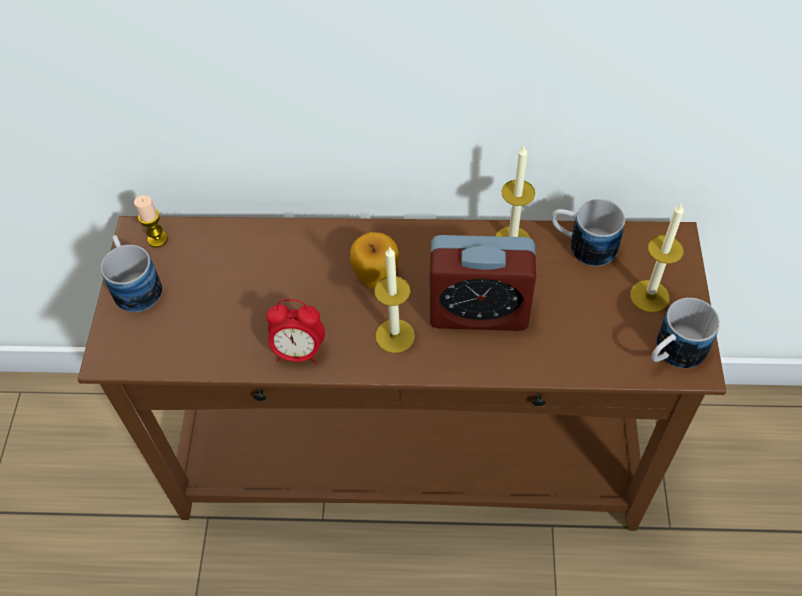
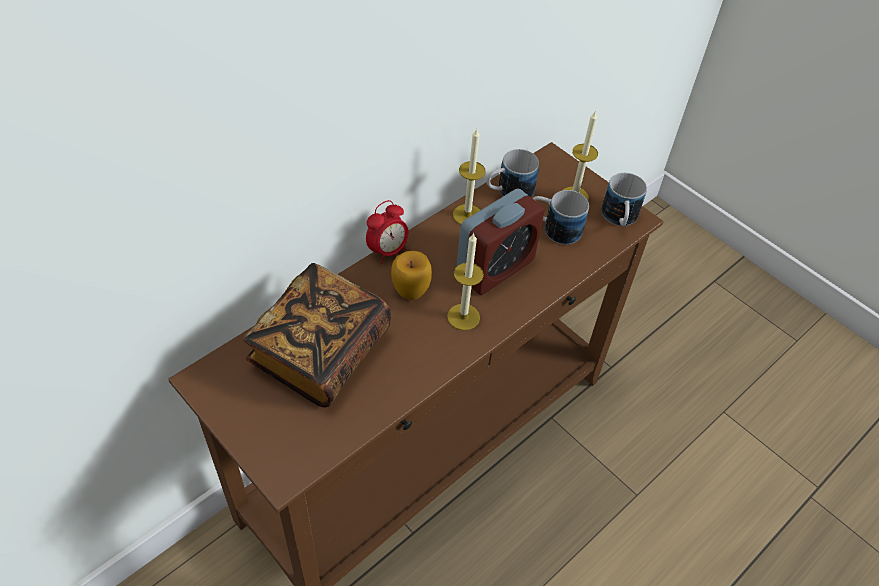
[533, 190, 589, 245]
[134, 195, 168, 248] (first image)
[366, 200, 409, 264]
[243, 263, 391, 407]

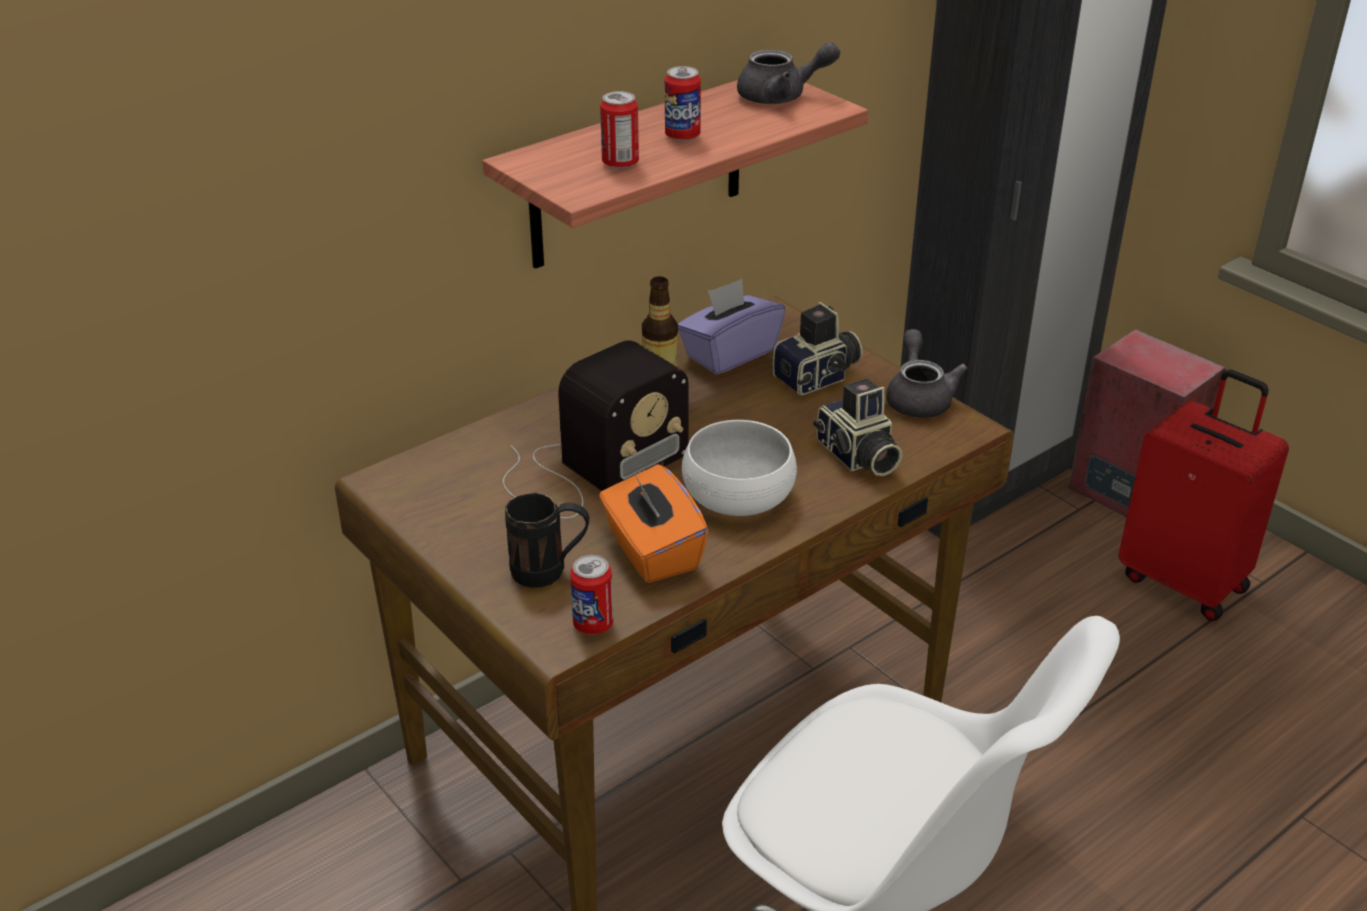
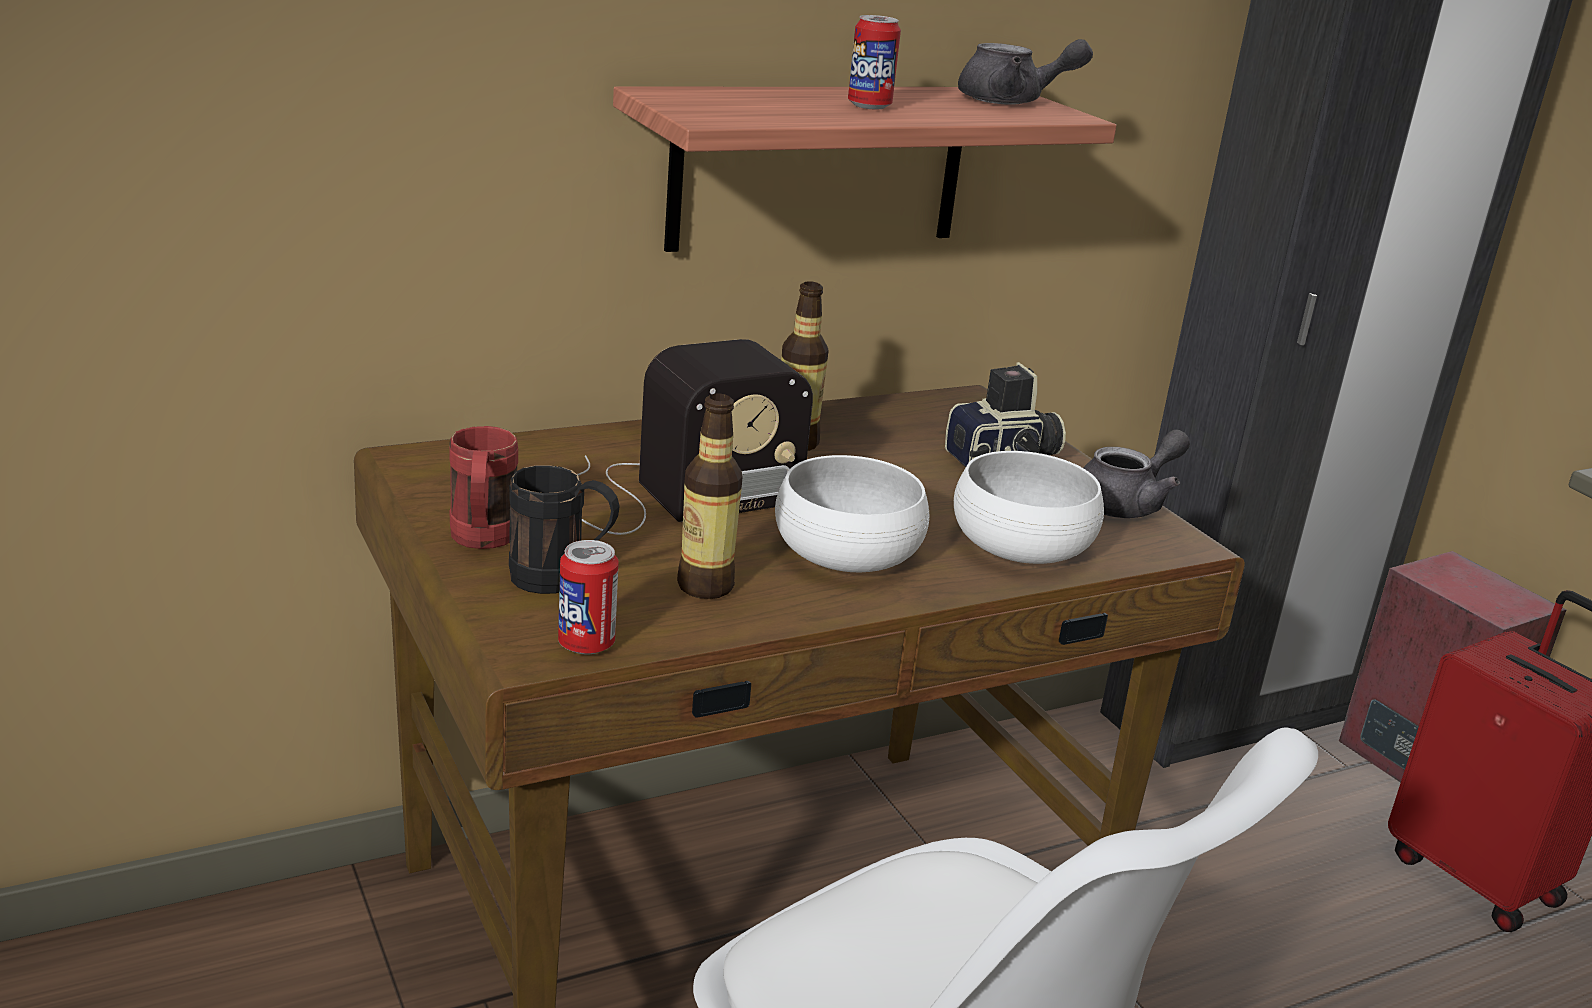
[677, 394, 743, 599]
[600, 91, 639, 169] (first image)
[678, 279, 786, 374] (first image)
[954, 451, 1104, 564]
[1083, 429, 1190, 518]
[449, 426, 518, 549]

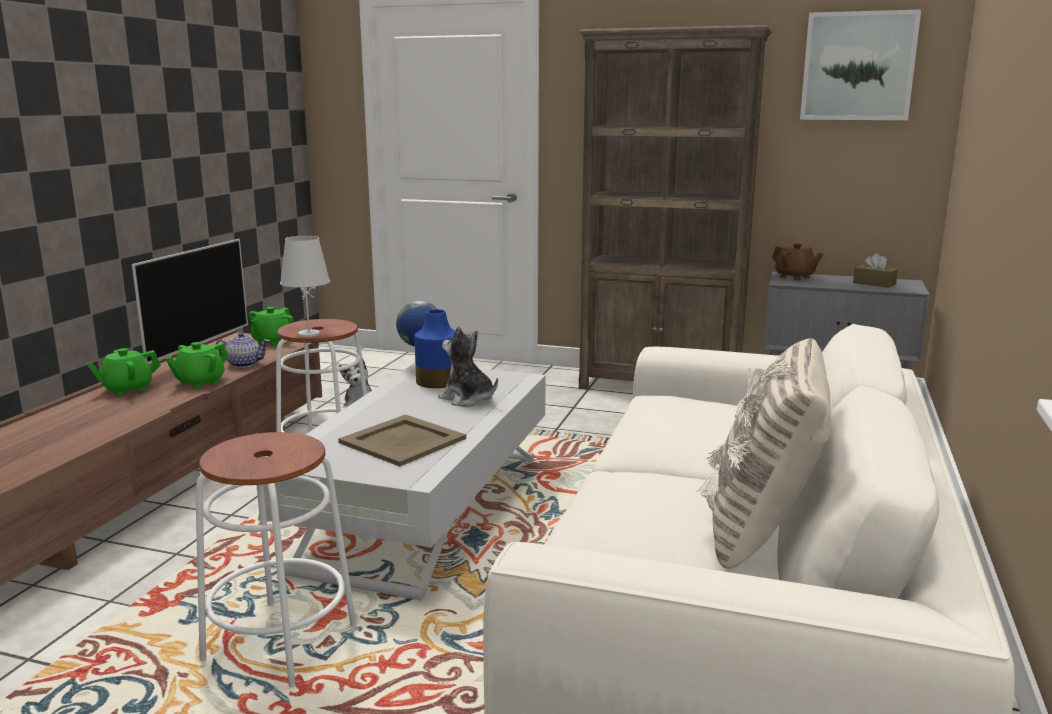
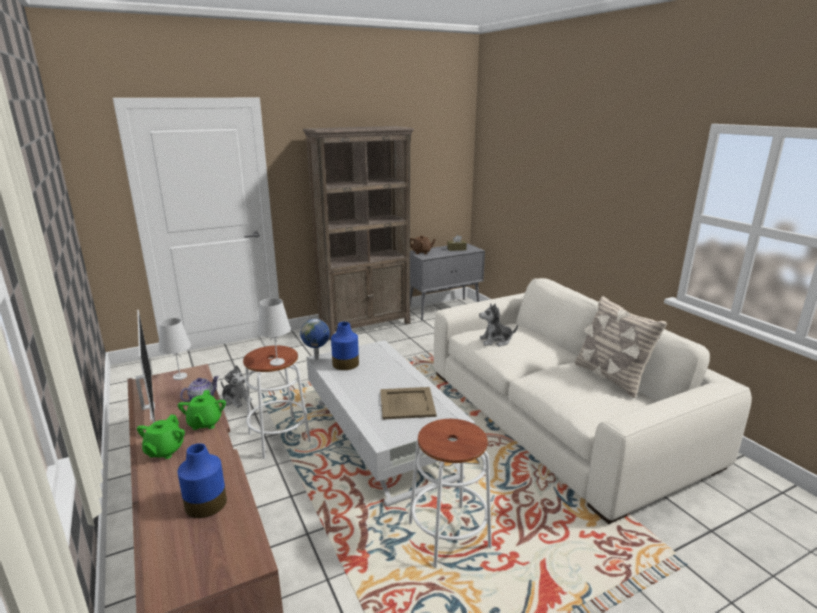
[158, 318, 191, 380]
[479, 303, 518, 346]
[800, 10, 921, 120] (first image)
[177, 443, 227, 518]

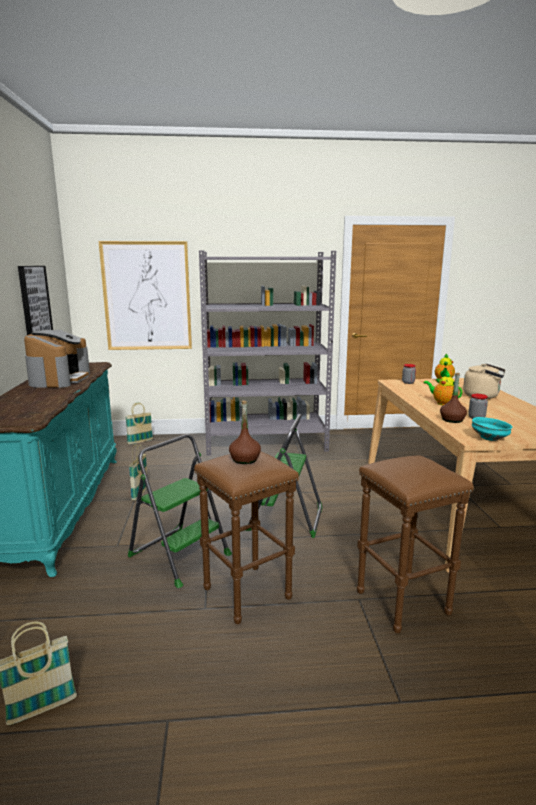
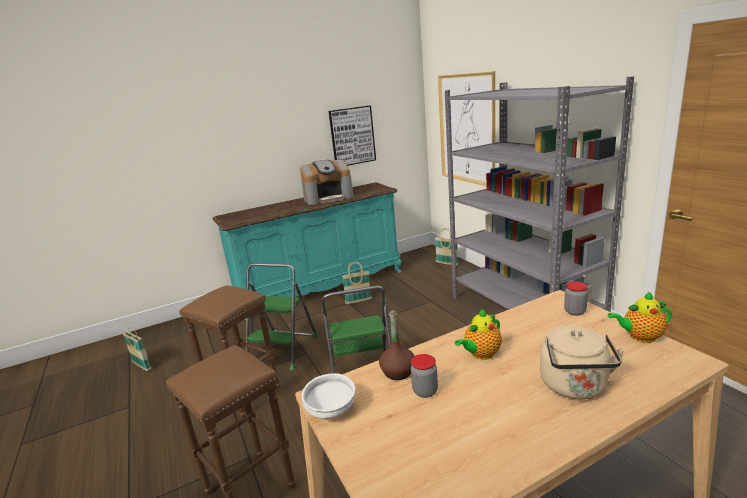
[229, 401, 261, 464] (first image)
[455, 309, 502, 360]
[301, 373, 355, 419]

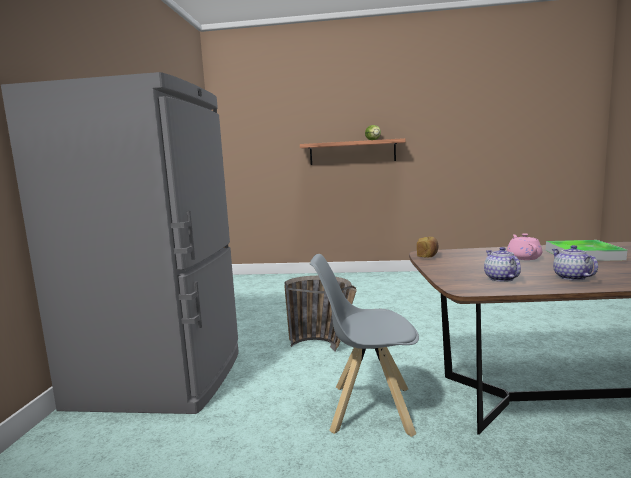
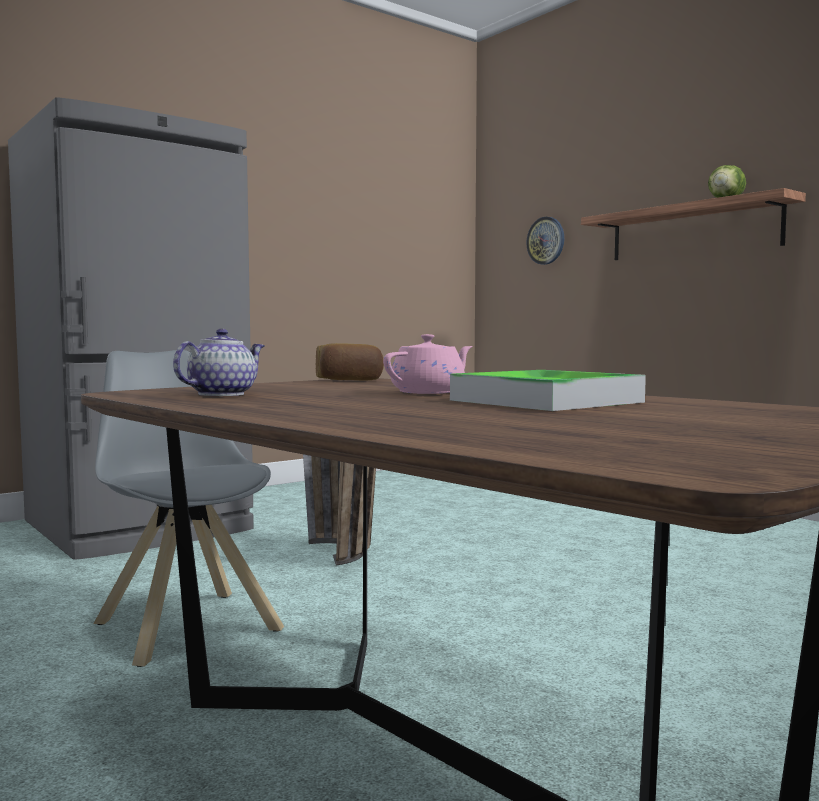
[552, 245, 598, 281] (first image)
[526, 217, 564, 265]

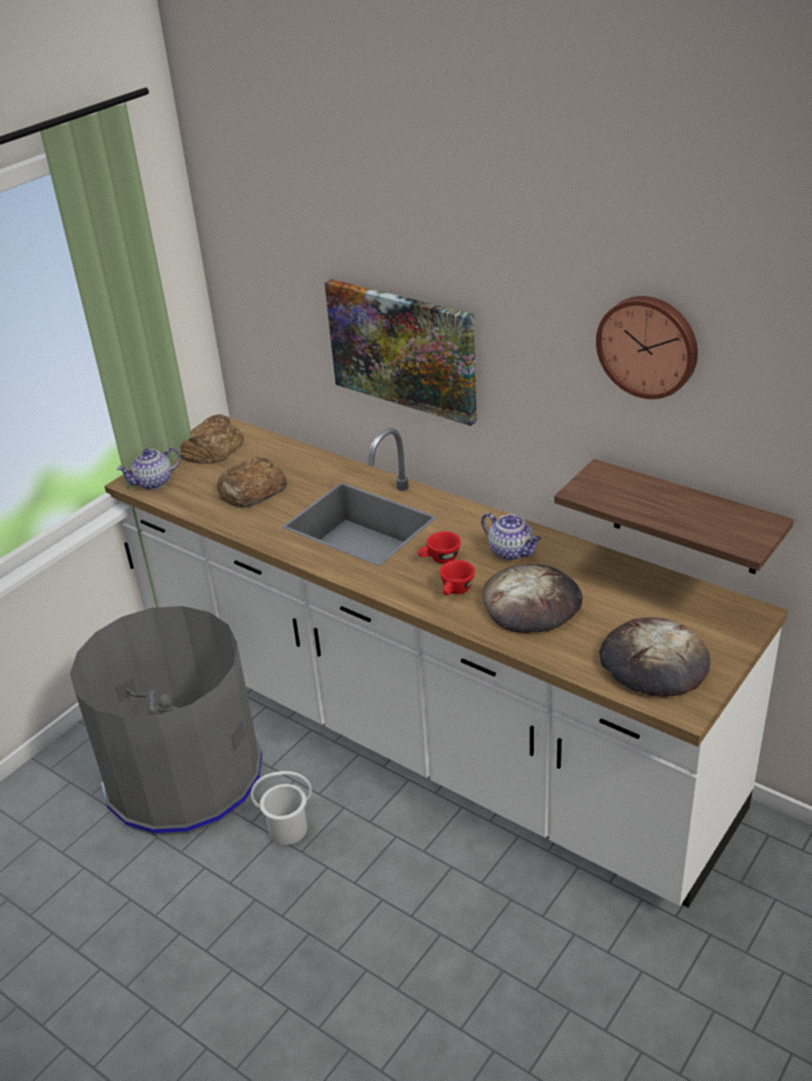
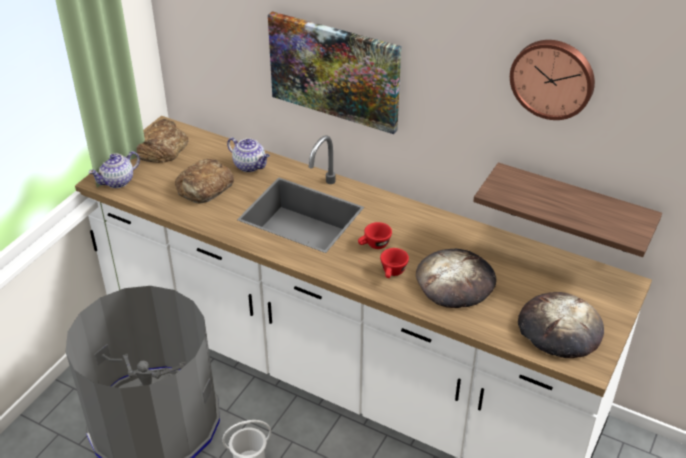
[227, 137, 270, 172]

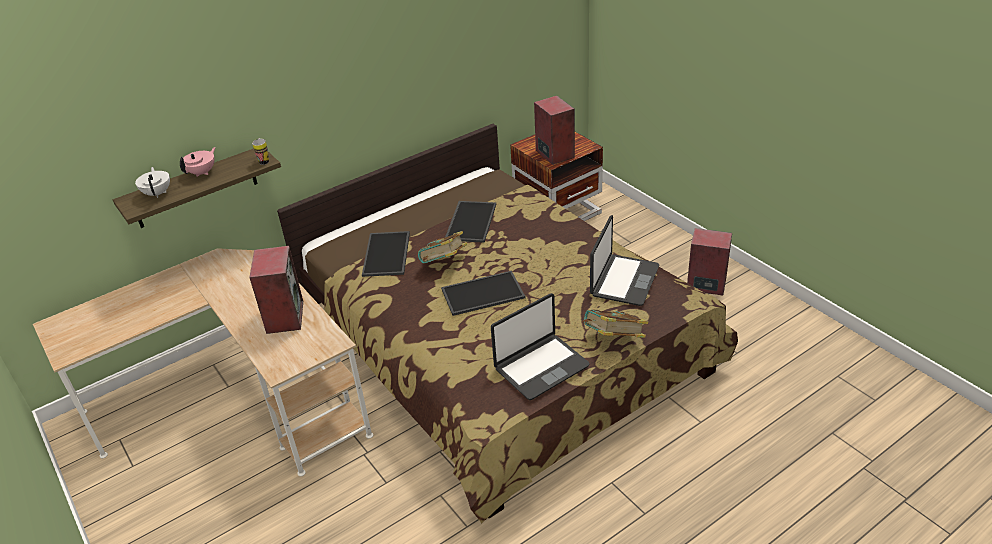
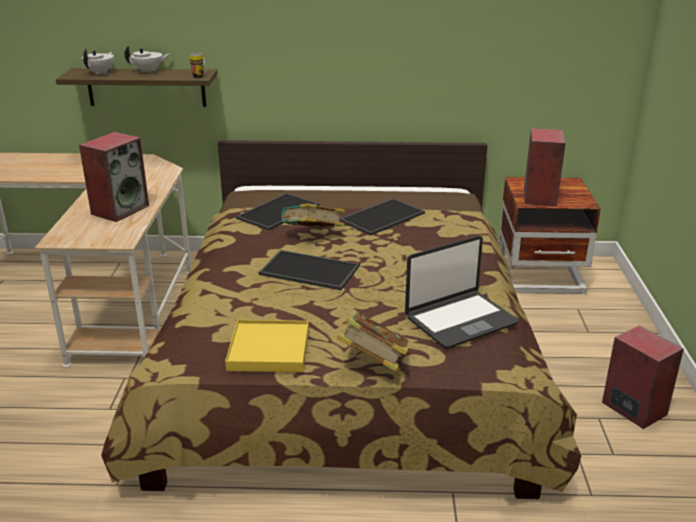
[125, 46, 170, 73]
[225, 320, 309, 372]

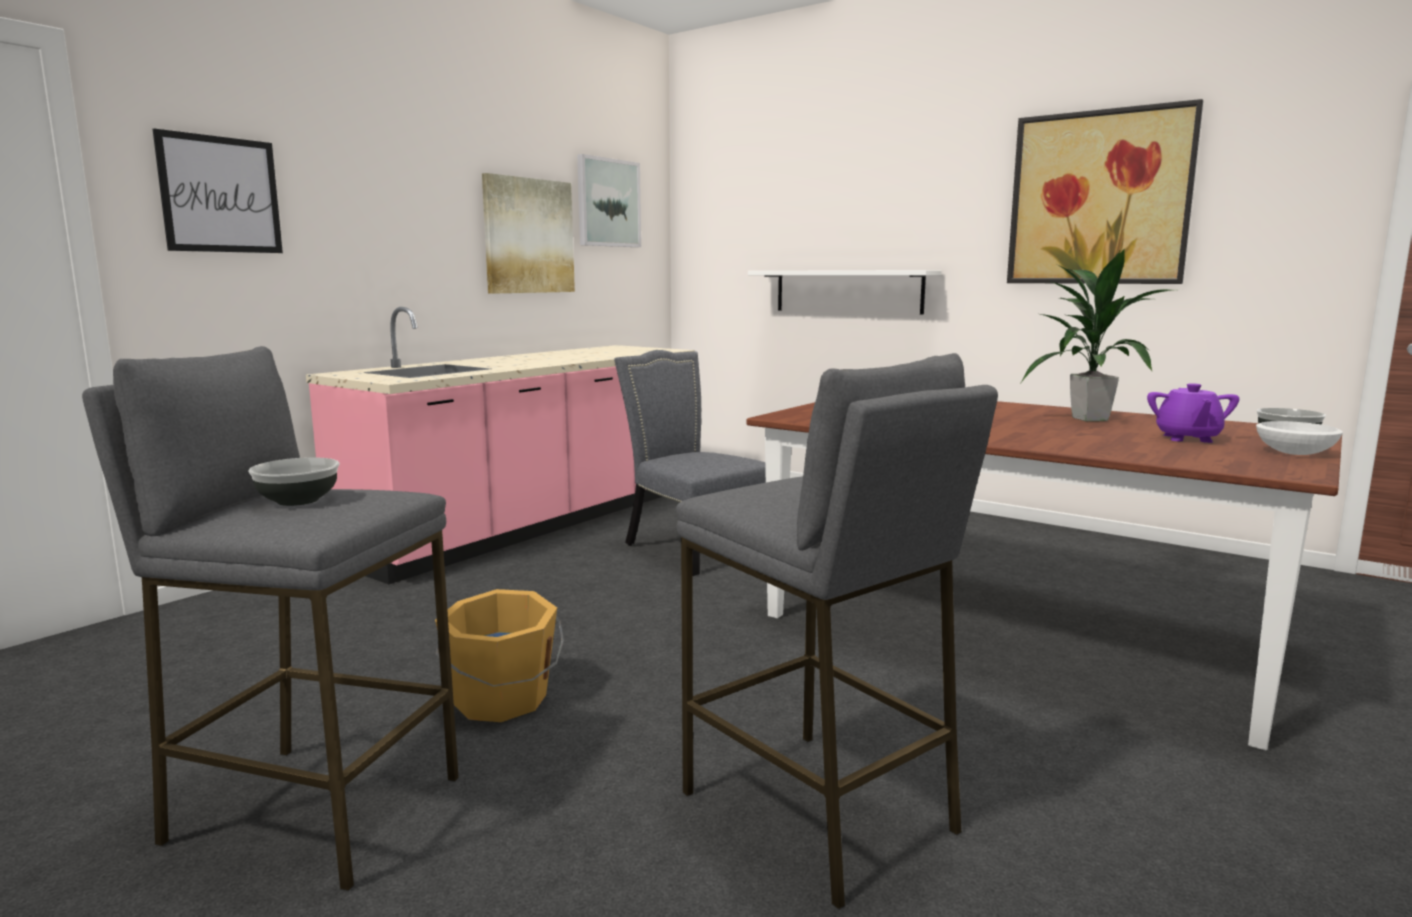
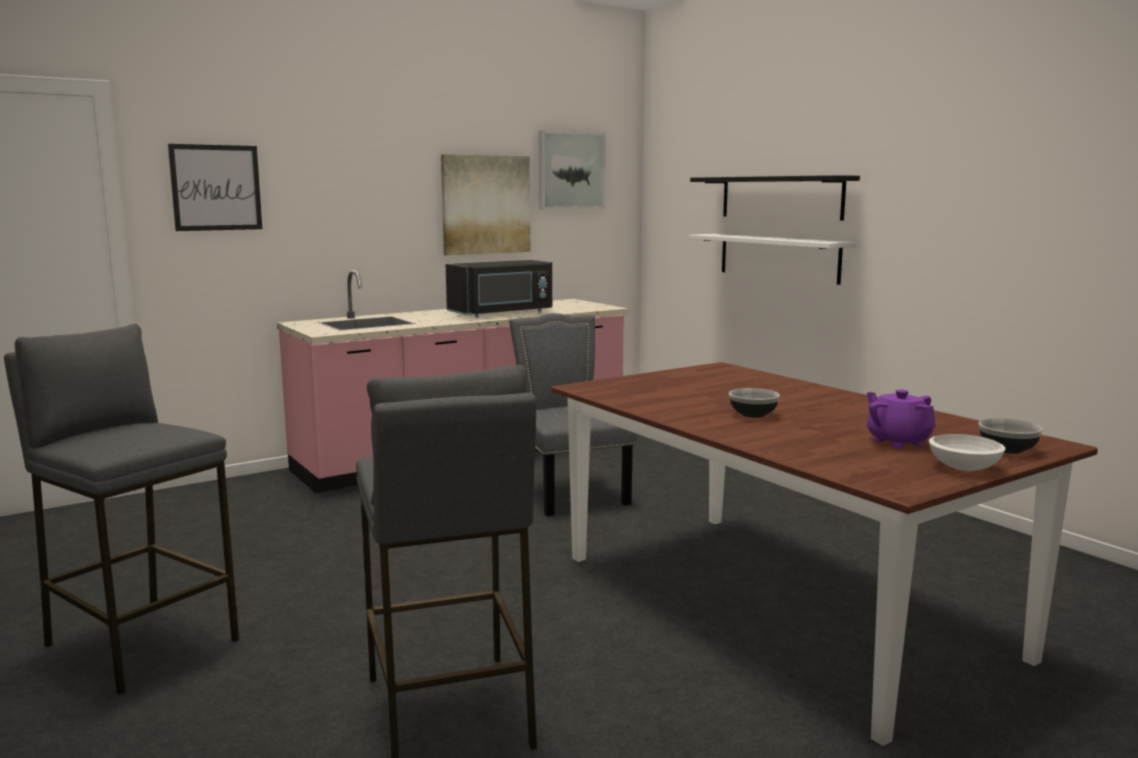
[729, 388, 780, 418]
[435, 589, 564, 722] (first image)
[1007, 99, 1203, 284] (first image)
[1021, 249, 1172, 421] (first image)
[867, 390, 936, 449]
[446, 260, 553, 317]
[690, 175, 860, 221]

